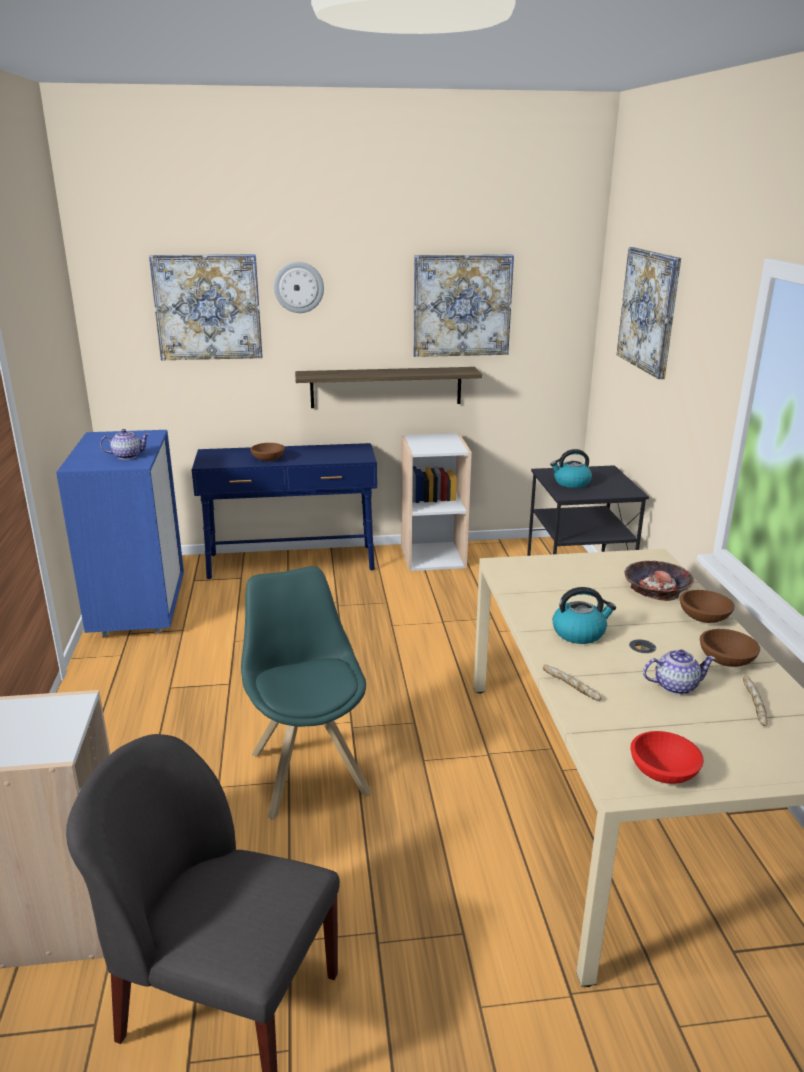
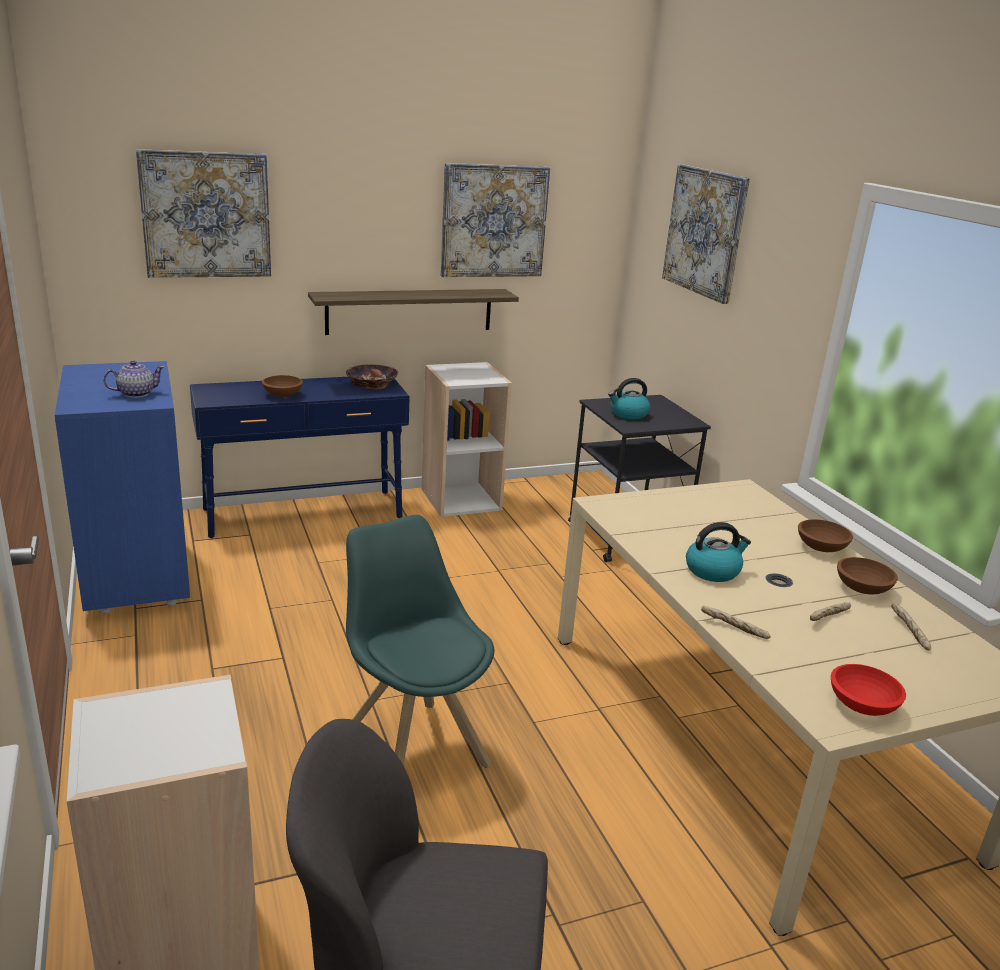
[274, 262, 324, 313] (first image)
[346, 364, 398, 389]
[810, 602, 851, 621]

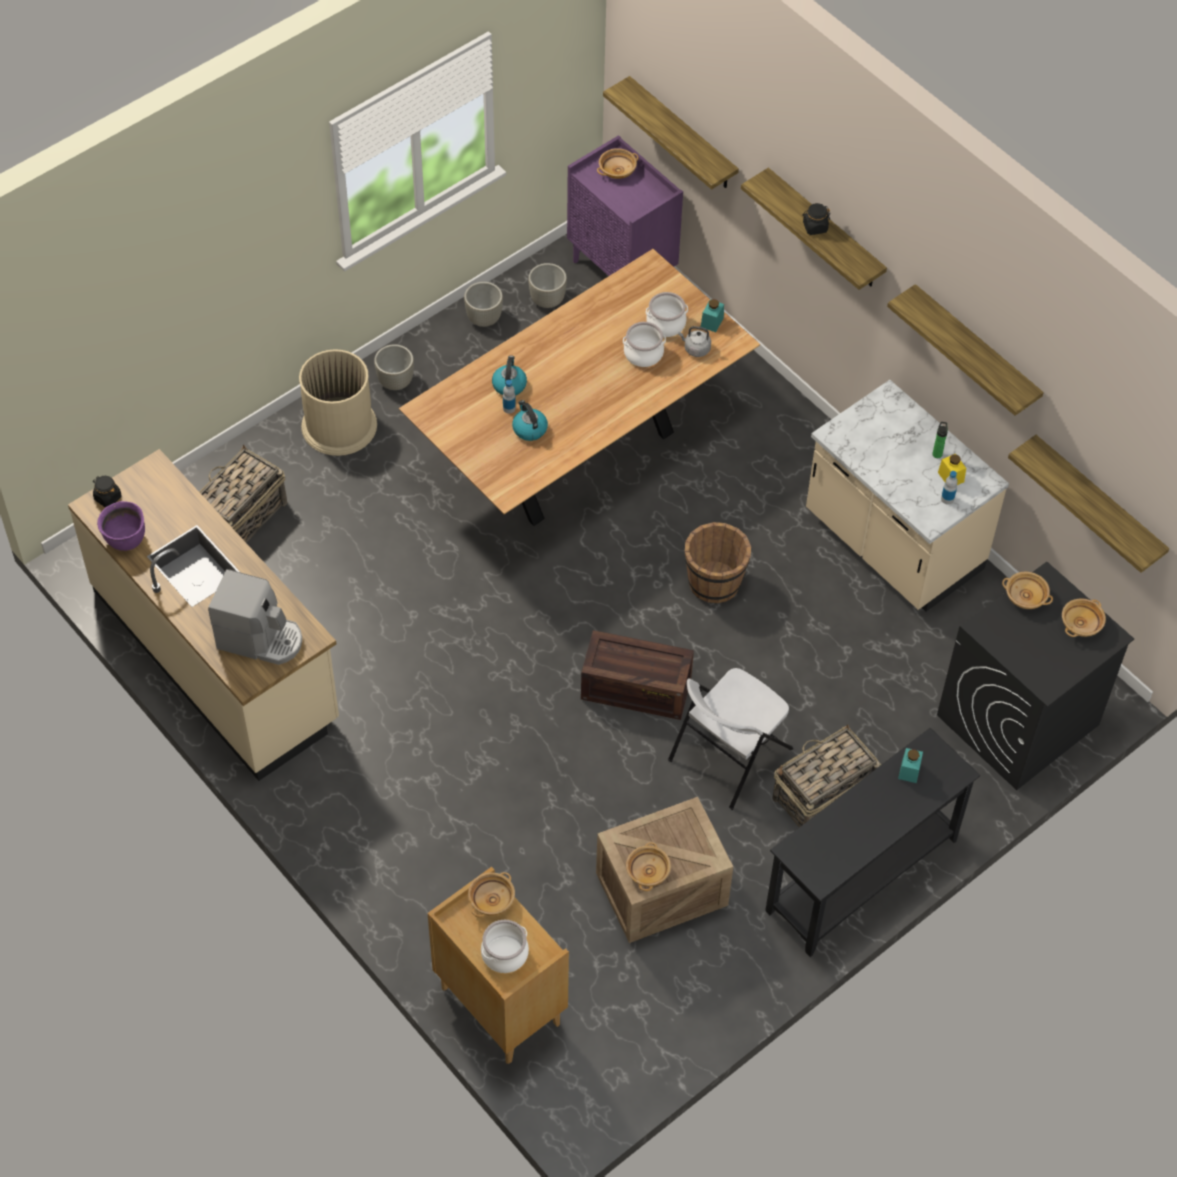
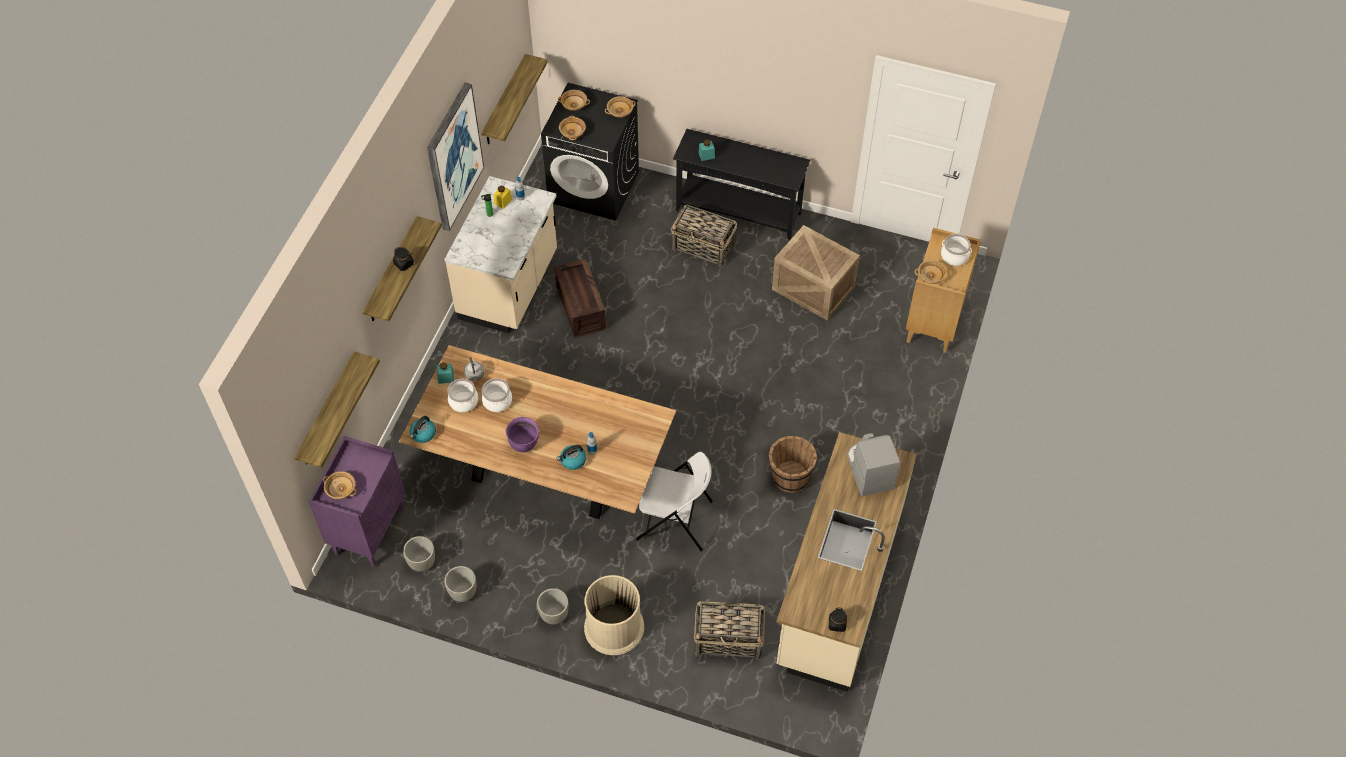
[506, 417, 539, 452]
[410, 416, 436, 443]
[554, 259, 606, 338]
[605, 96, 636, 118]
[636, 452, 713, 552]
[769, 436, 817, 493]
[427, 83, 484, 231]

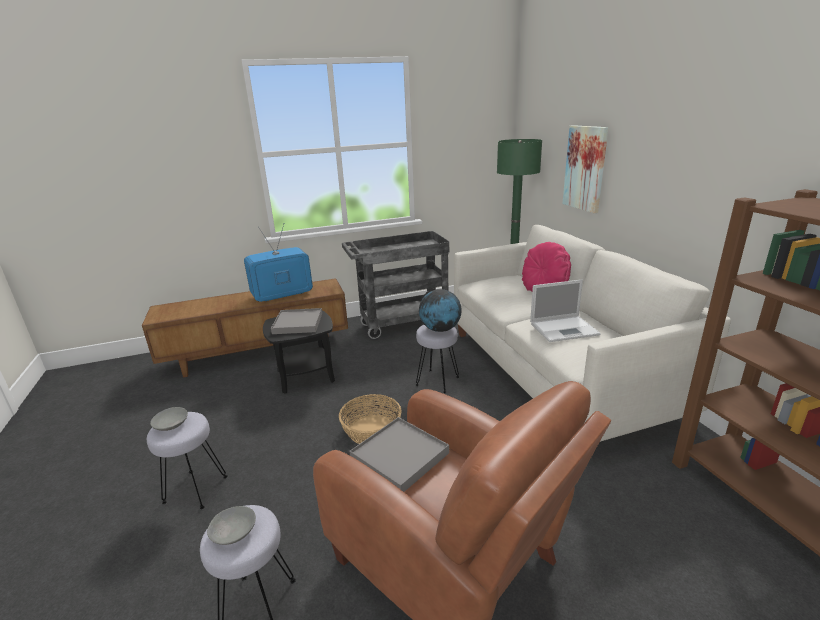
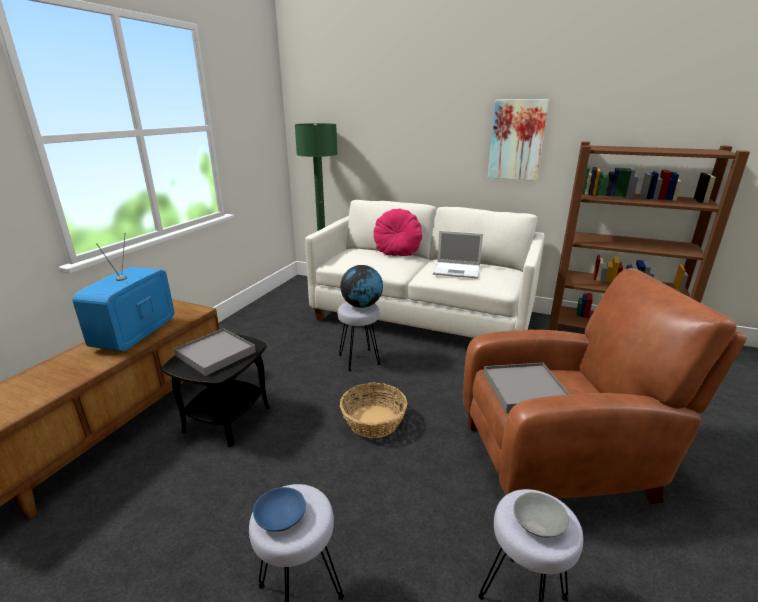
[253, 487, 306, 532]
[342, 231, 449, 339] (first image)
[433, 231, 483, 279]
[488, 99, 549, 181]

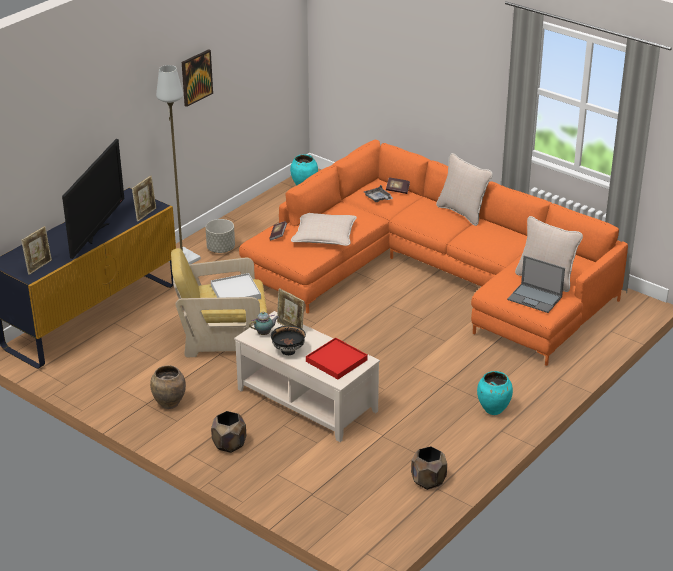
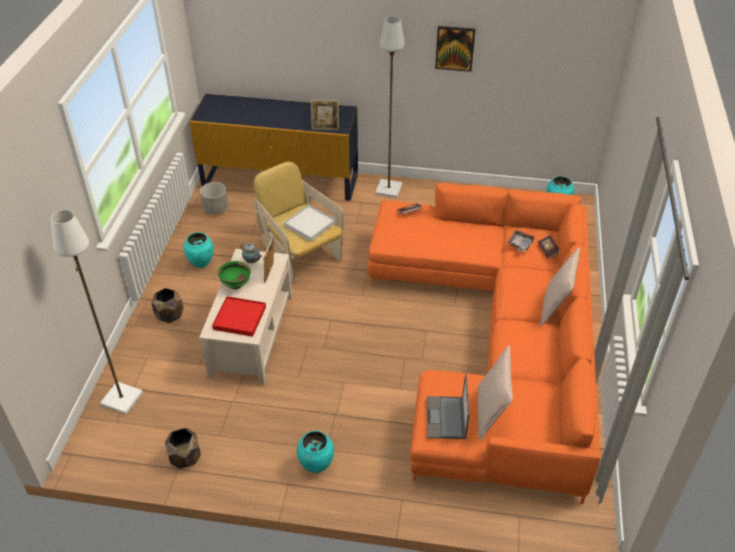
[21, 226, 52, 275] (first image)
[62, 139, 124, 259] (first image)
[184, 232, 214, 268]
[200, 182, 229, 214]
[217, 261, 251, 290]
[291, 213, 357, 246] (first image)
[51, 210, 143, 414]

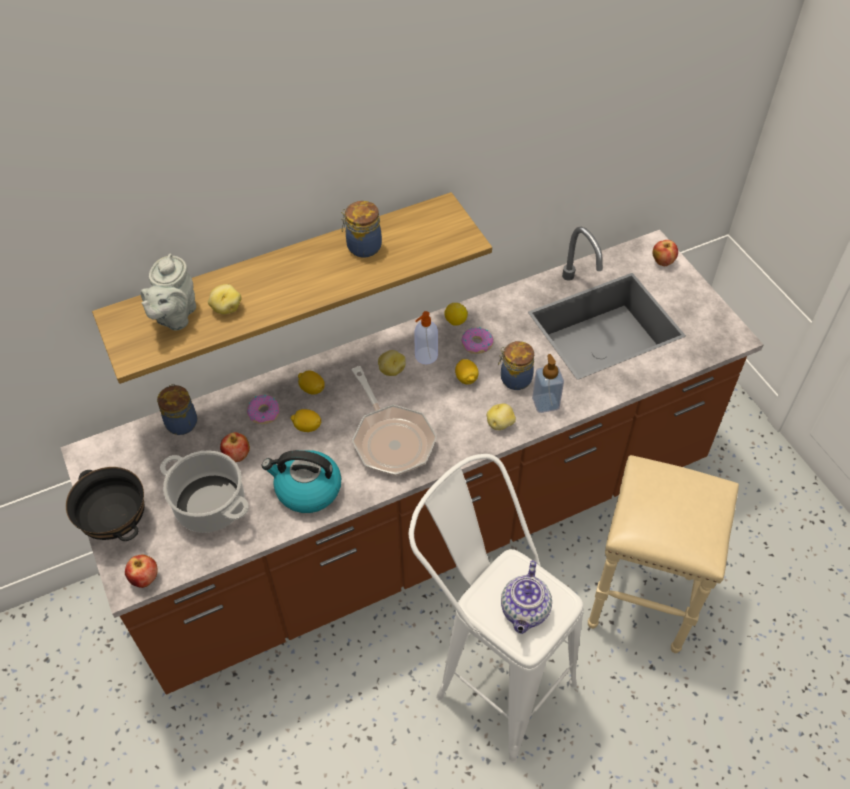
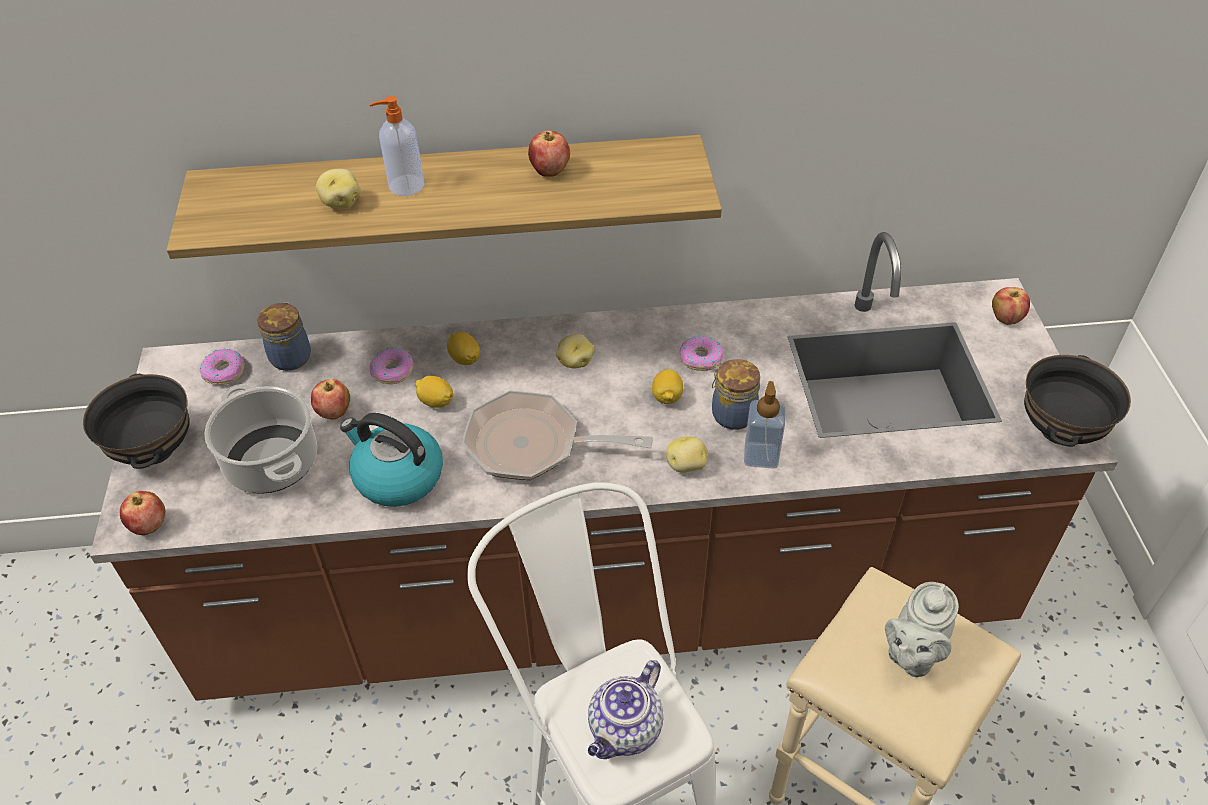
[885, 582, 959, 677]
[528, 130, 570, 177]
[462, 390, 653, 480]
[369, 96, 425, 196]
[444, 303, 468, 325] (first image)
[200, 349, 244, 385]
[1024, 355, 1131, 447]

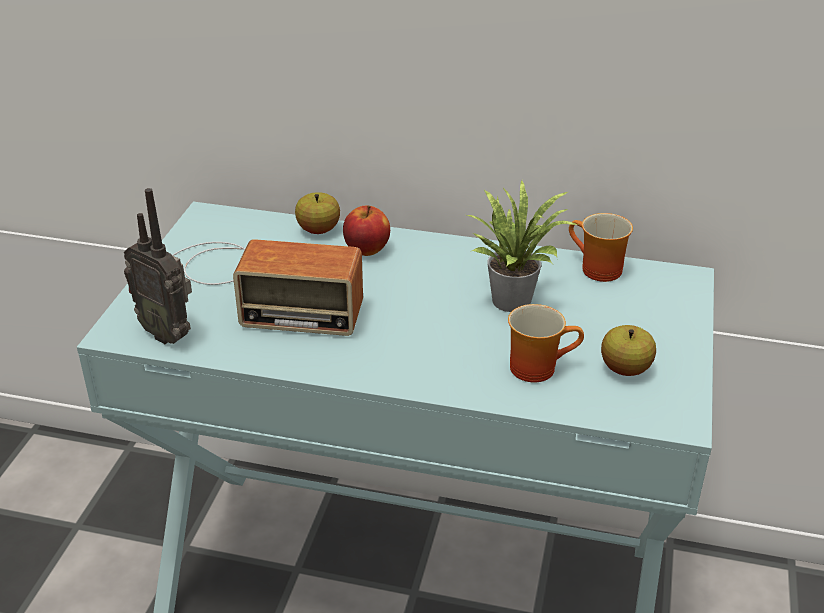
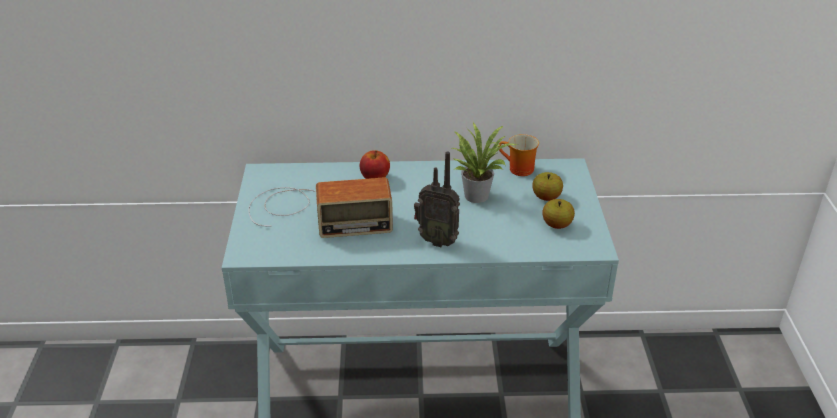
[414, 151, 460, 247]
[532, 172, 563, 201]
[508, 304, 584, 382] (first image)

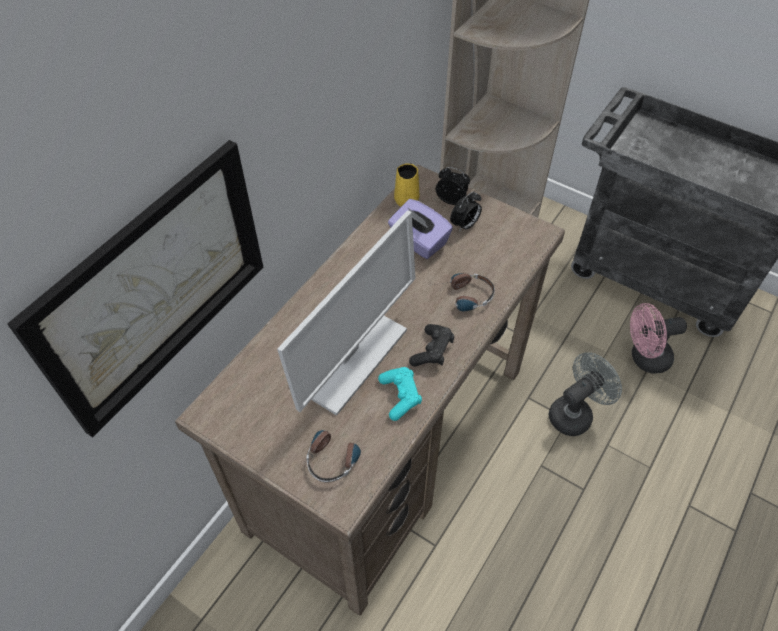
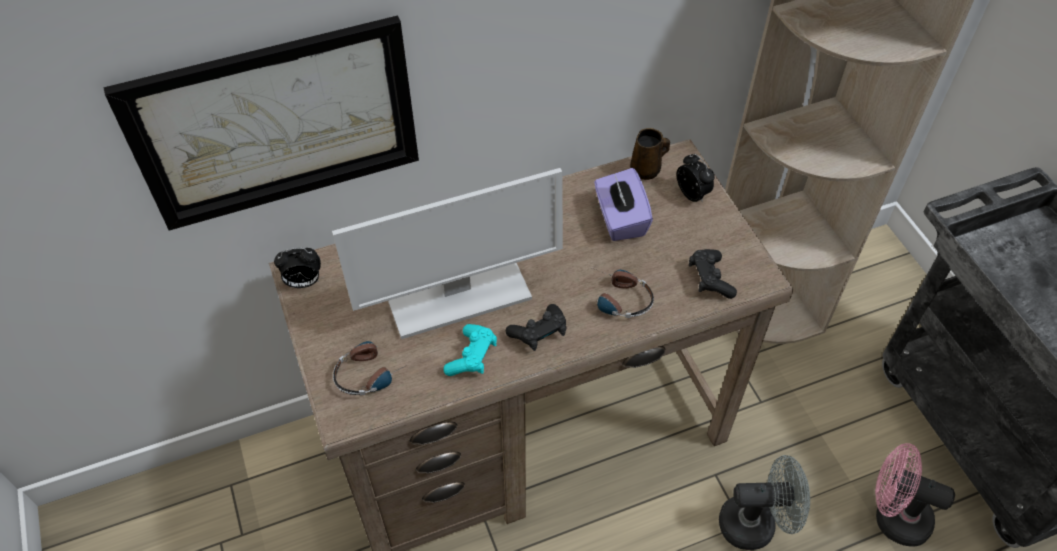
[630, 128, 670, 180]
[274, 248, 321, 288]
[689, 249, 737, 299]

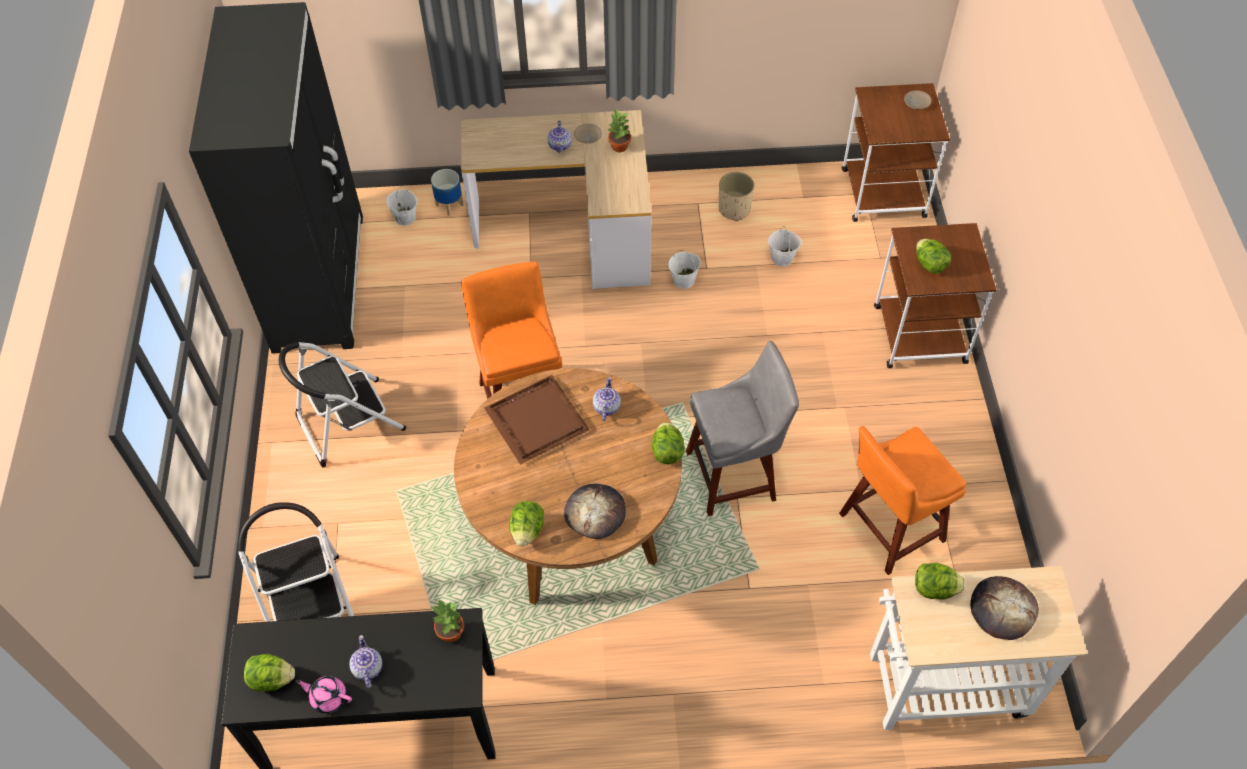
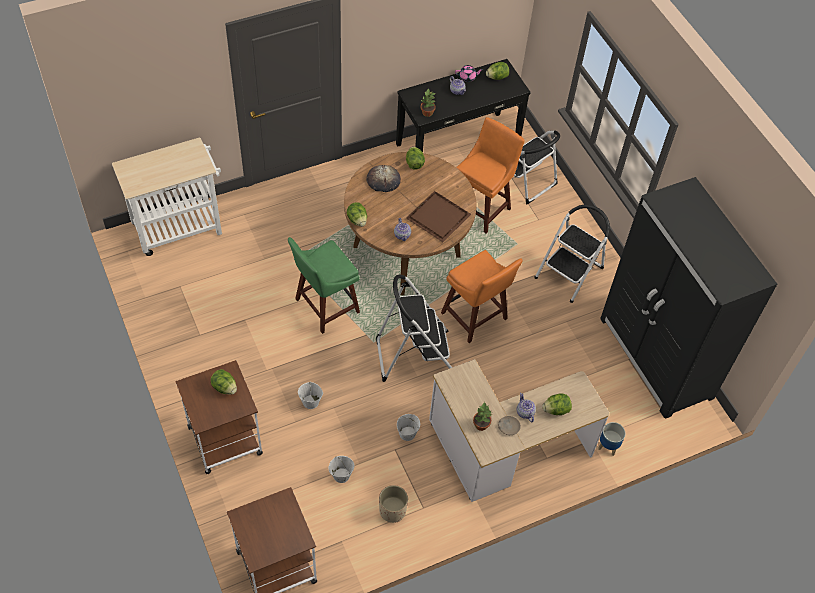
[298, 382, 323, 409]
[288, 237, 360, 334]
[456, 117, 525, 234]
[904, 90, 932, 109] (first image)
[542, 393, 572, 415]
[970, 576, 1039, 640] (first image)
[376, 275, 452, 382]

